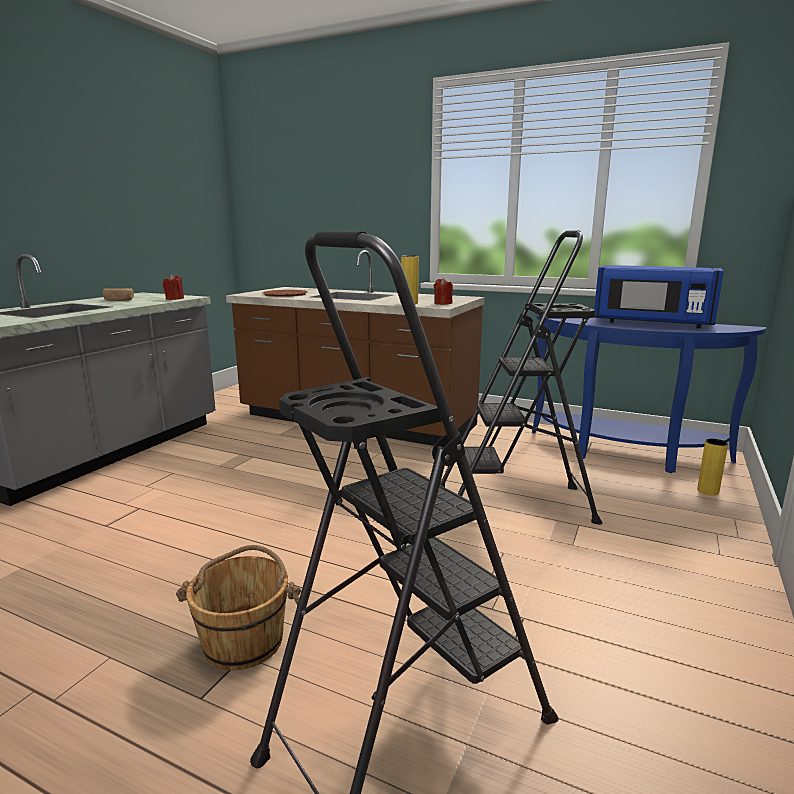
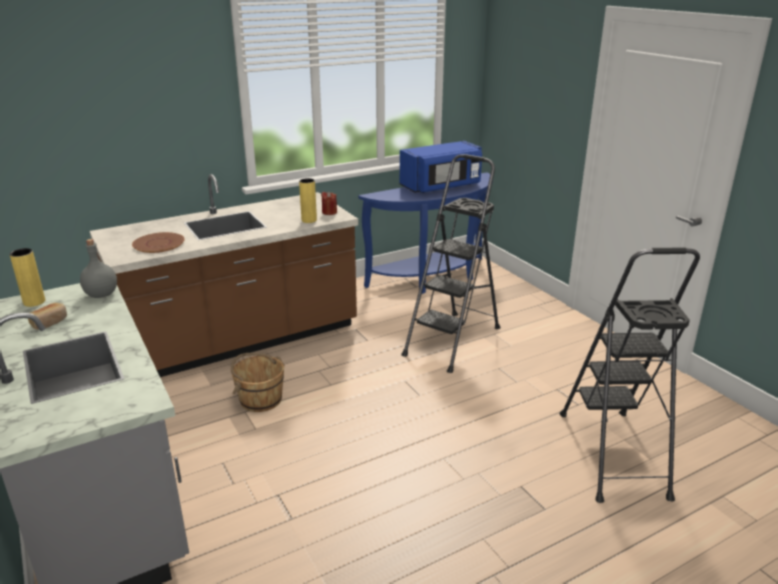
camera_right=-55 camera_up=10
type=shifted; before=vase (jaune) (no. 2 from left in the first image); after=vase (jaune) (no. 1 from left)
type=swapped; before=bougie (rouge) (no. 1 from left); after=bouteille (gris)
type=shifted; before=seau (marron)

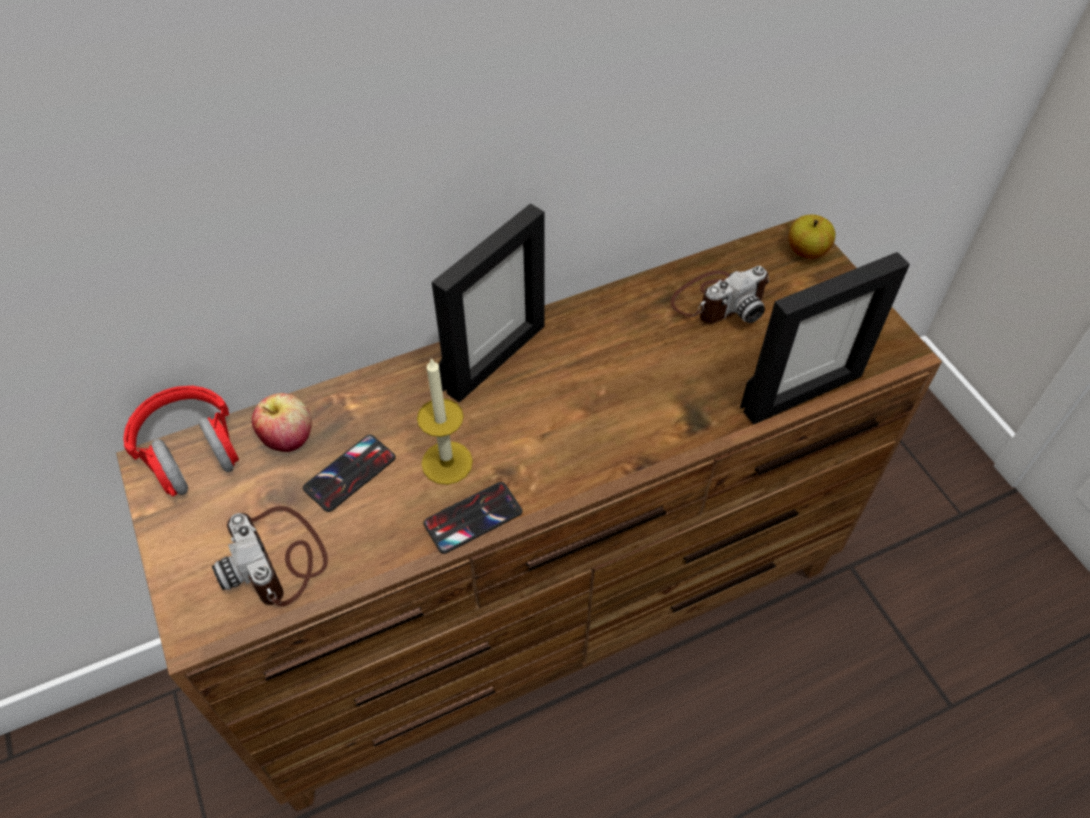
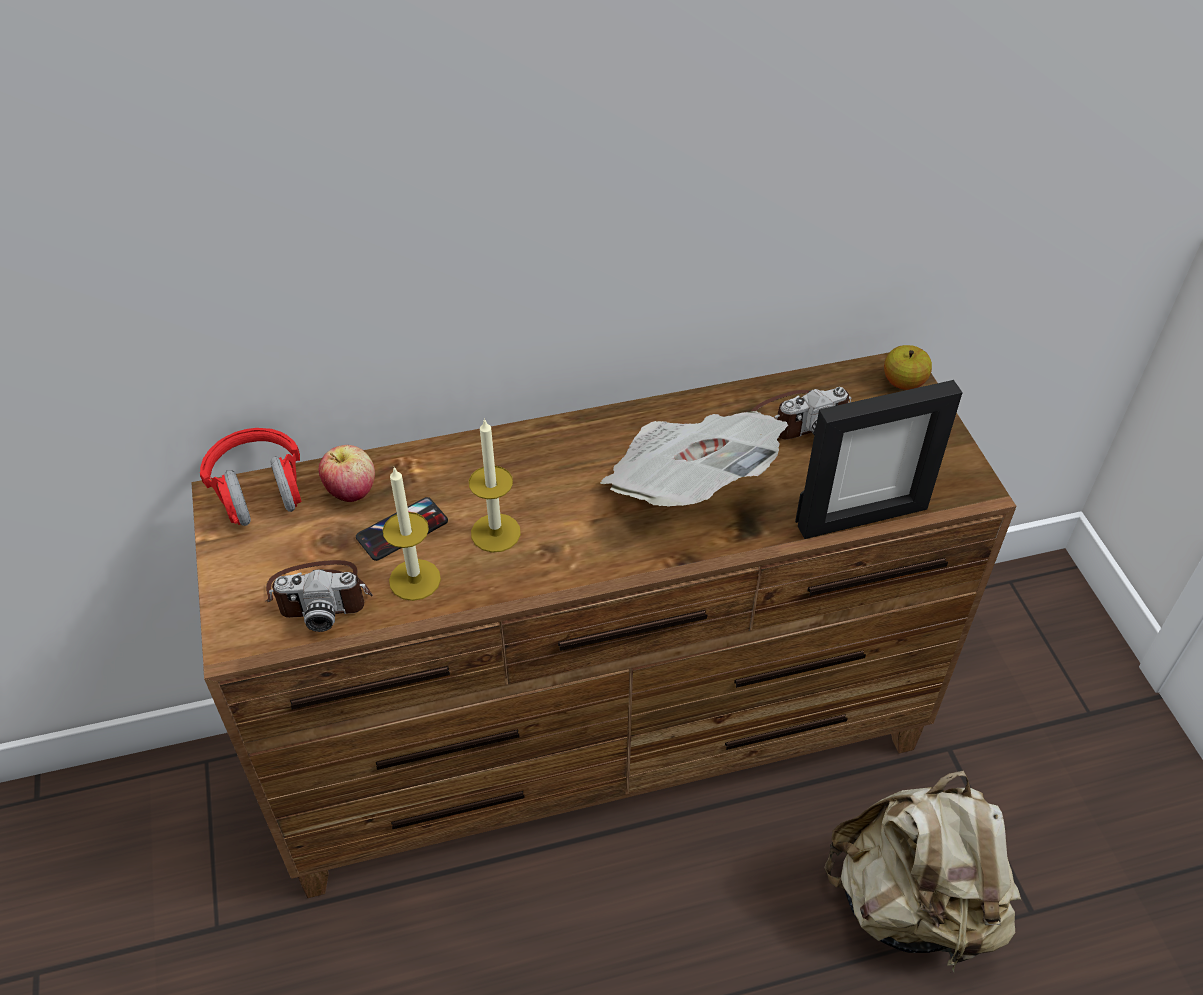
camera_right=10 camera_up=-5
type=rotated; before=appareil photo (no. 1 from left); turn=-75
type=new; after=bougie (no. 1 from left)
type=new; after=journal
type=new; after=sac à dos (beige)
type=gone; before=téléphone (no. 2 from left)
type=gone; before=cadre photo (no. 1 from left)

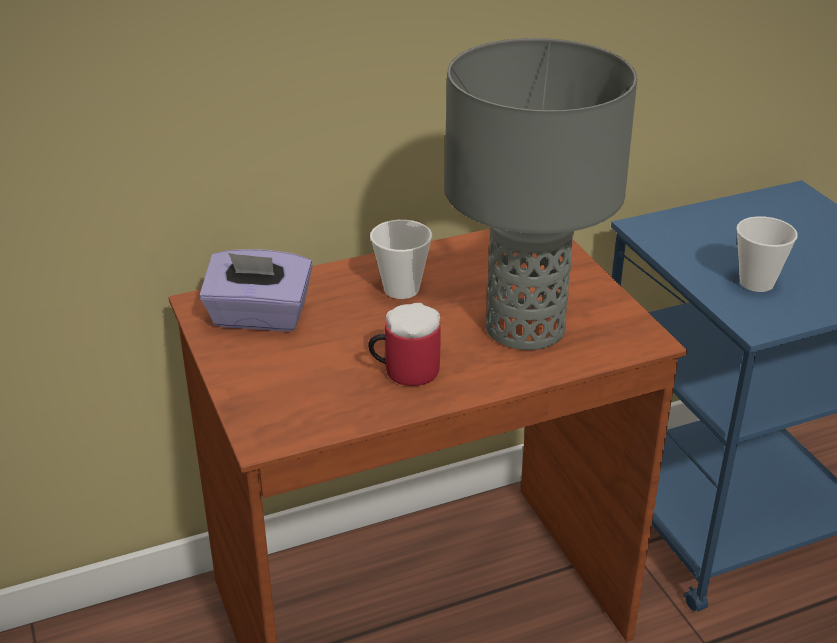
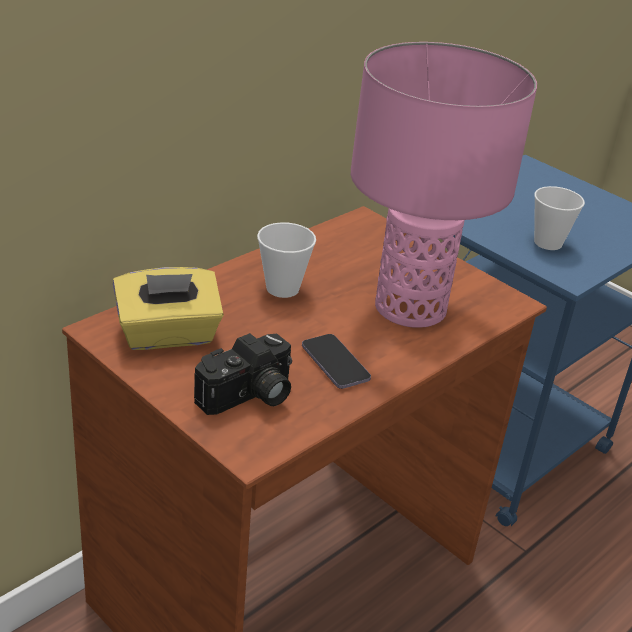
camera_right=-25 camera_up=0
type=repainted; before=boîte à mouchoirs (violet); after=boîte à mouchoirs (jaune)
type=new; after=appareil photo
type=swapped; before=mug; after=téléphone
type=repainted; before=lampe de table (gris); after=lampe de table (rose)

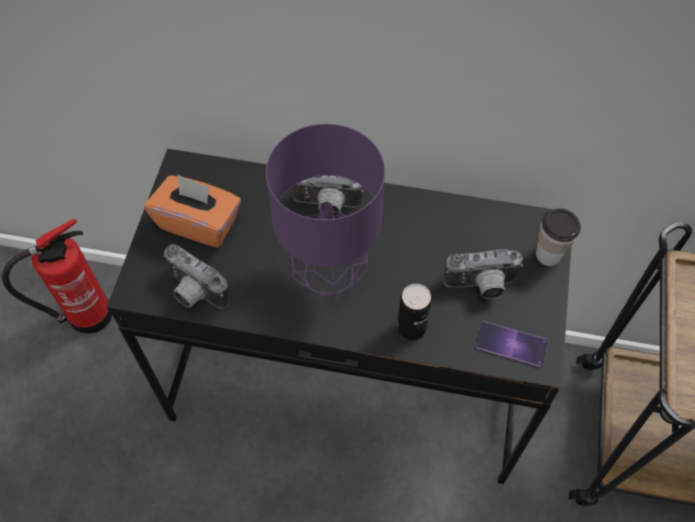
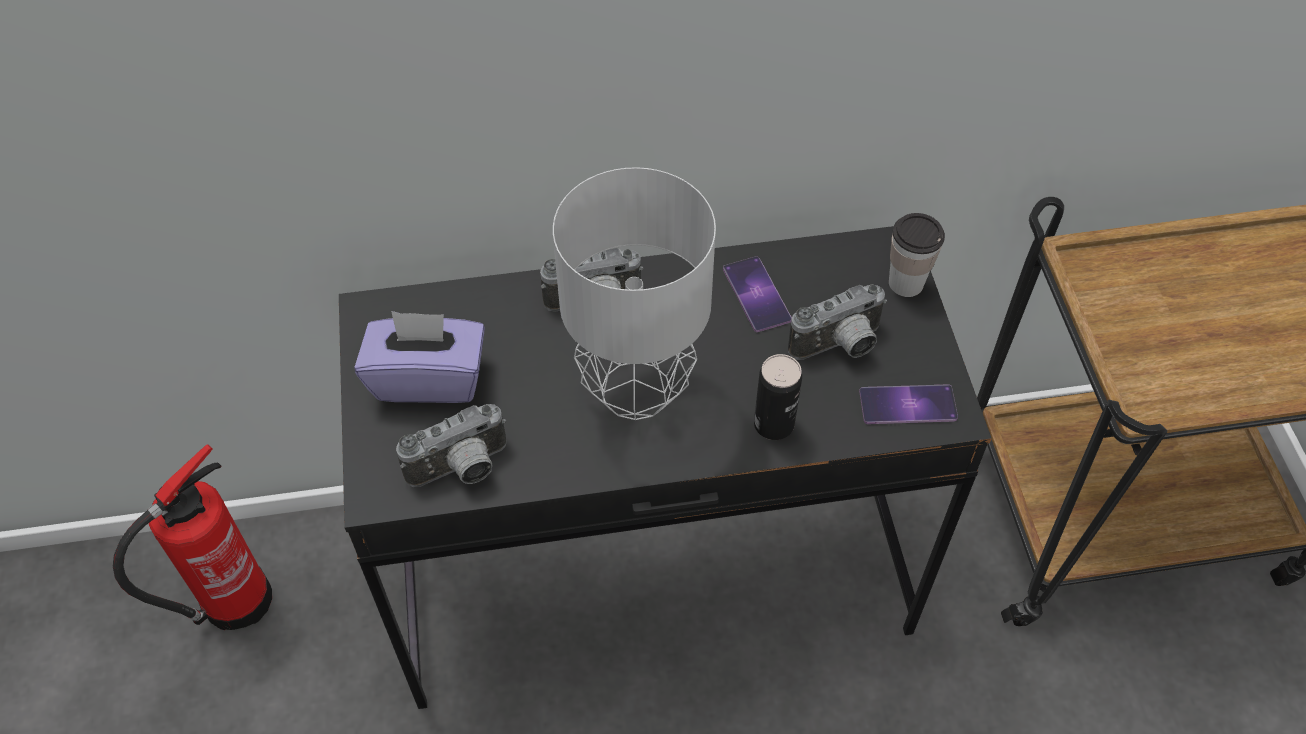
camera_right=-20 camera_up=-5
type=repainted; before=boîte à mouchoirs (orange); after=boîte à mouchoirs (violet)
type=rotated; before=appareil photo (no. 1 from left); turn=-45
type=repainted; before=lampe de table (violet); after=lampe de table (gris)
type=new; after=téléphone (no. 1 from left)

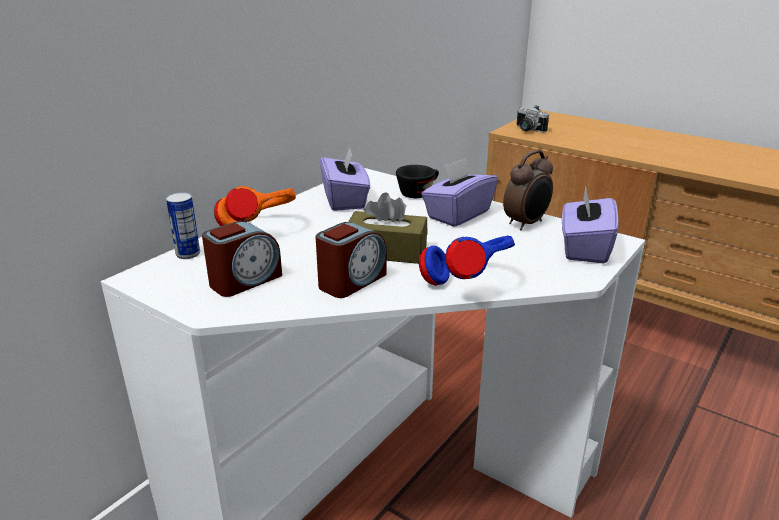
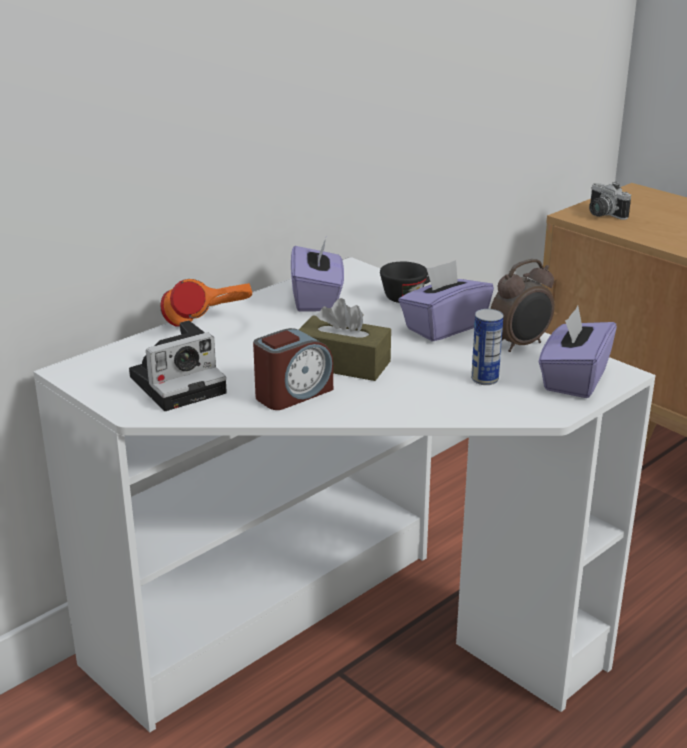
camera_right=10 camera_up=0
type=swapped; before=réveil (no. 1 from left); after=appareil photo (no. 1 from left)
type=shifted; before=boîte métallique
type=gone; before=casque audio (bleu)

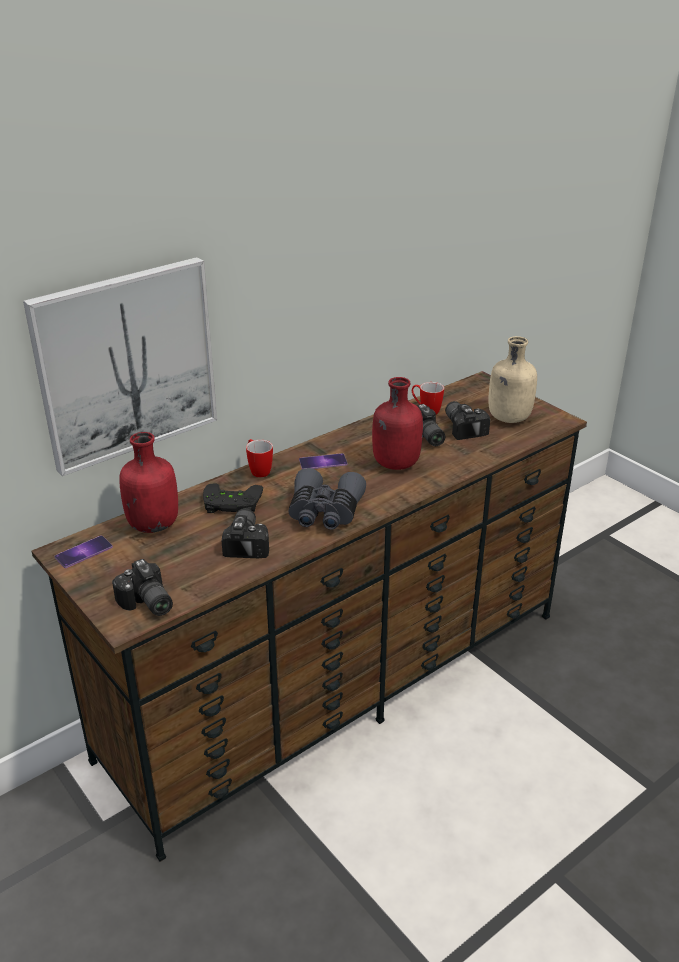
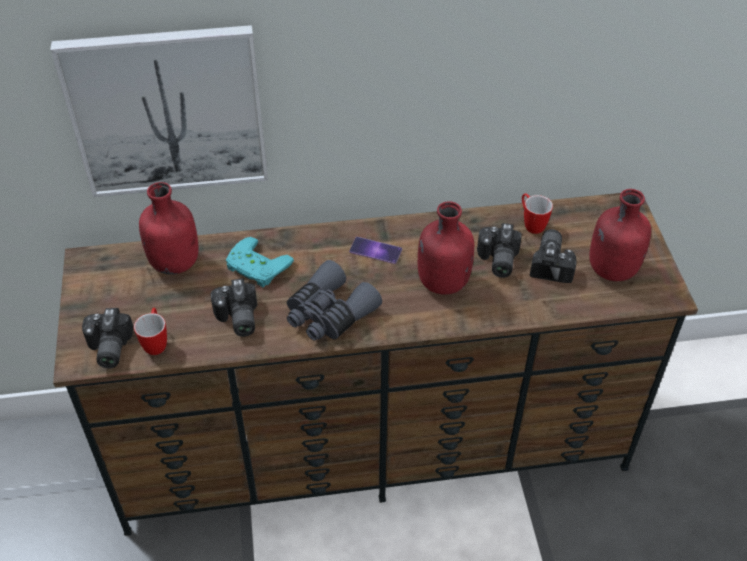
camera_right=30 camera_up=15
type=shifted; before=mug (no. 1 from left)
type=rotated; before=appareil photo (no. 2 from left); turn=135
type=repainted; before=manette (noir); after=manette (turquoise)
type=repainted; before=bouteille (beige); after=bouteille (rouge) (no. 3 from left)
type=gone; before=téléphone (no. 1 from left)

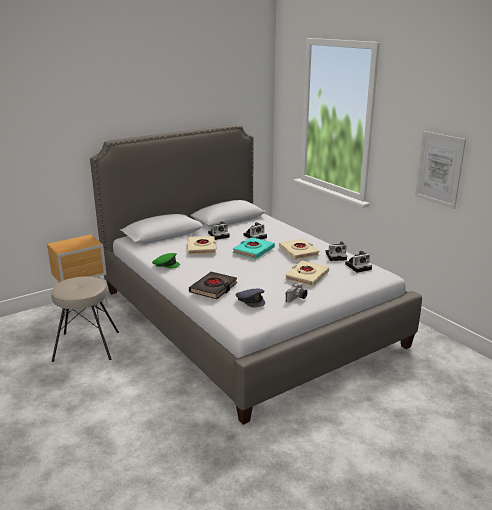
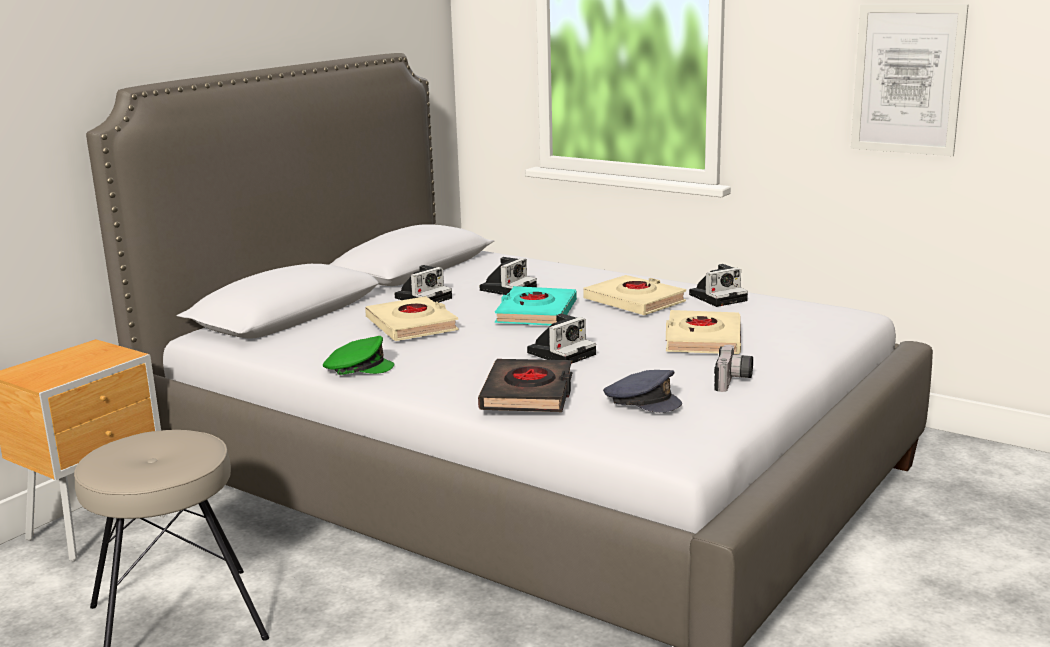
camera_right=-20 camera_up=-5
type=shifted; before=appareil photo (no. 5 from left in the first image); after=appareil photo (no. 3 from left)

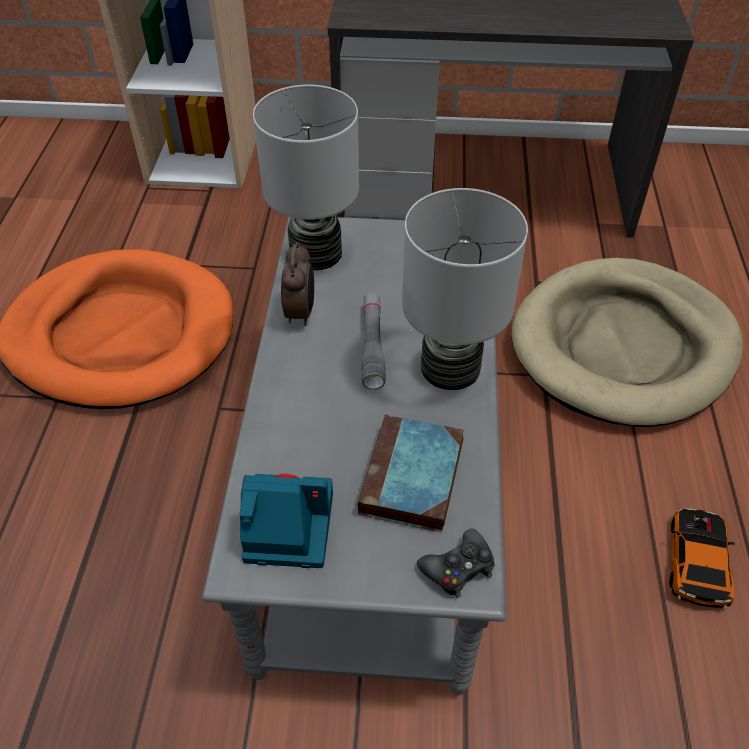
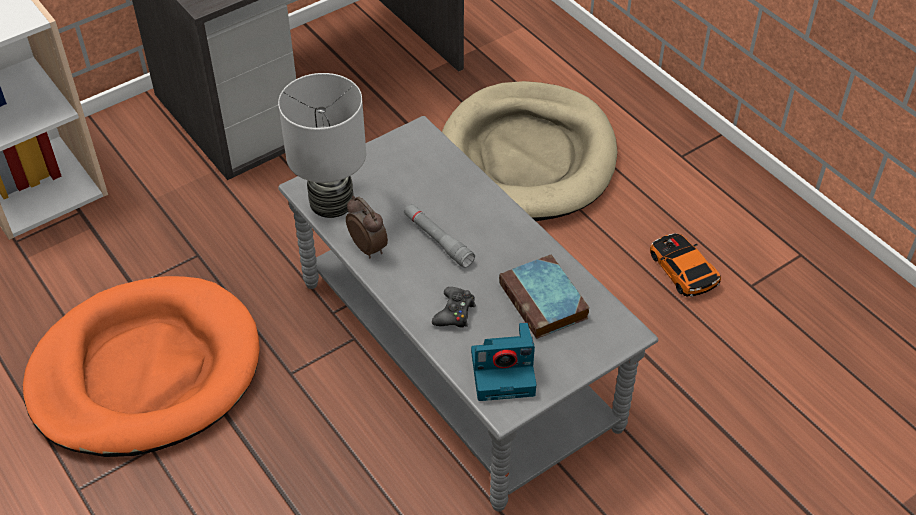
camera_right=-40 camera_up=0
type=shifted; before=manette (noir)
type=rotated; before=appareil photo; turn=-150
type=gone; before=lampe de table (gris) (no. 2 from left)

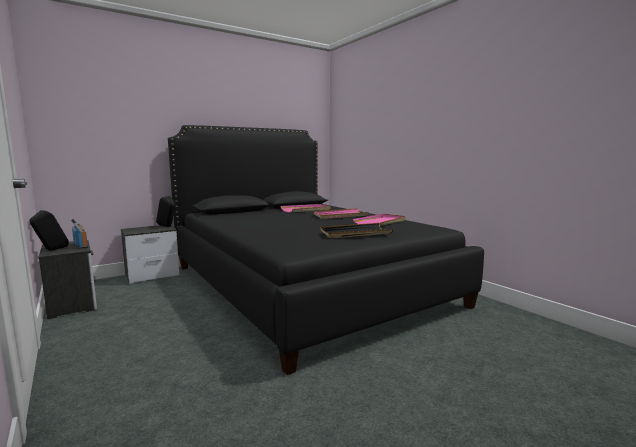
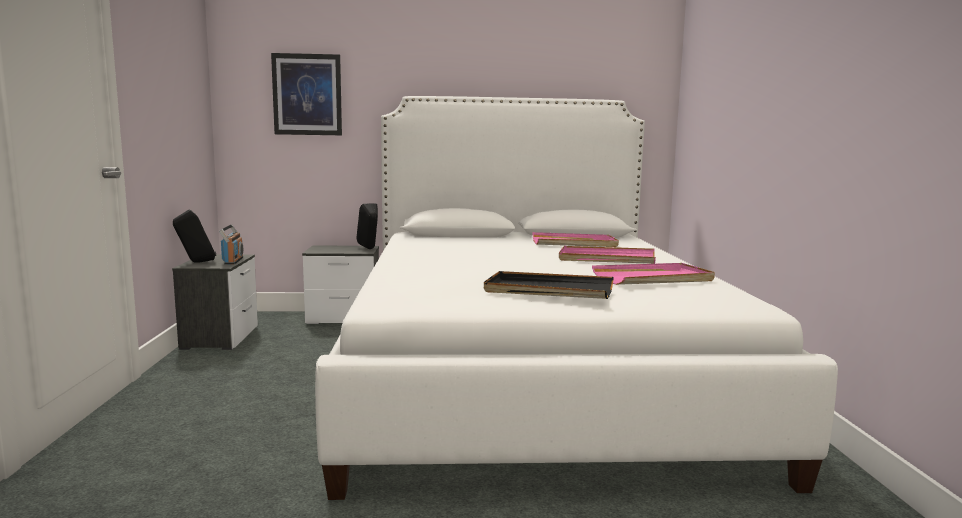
camera_right=30 camera_up=0
type=new; after=tableau
type=repainted; before=lit (noir); after=lit (blanc)

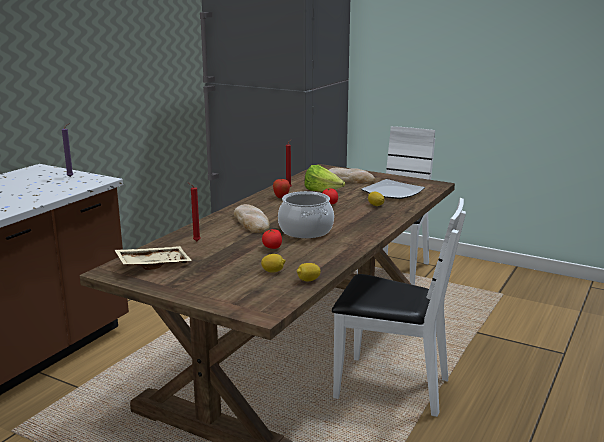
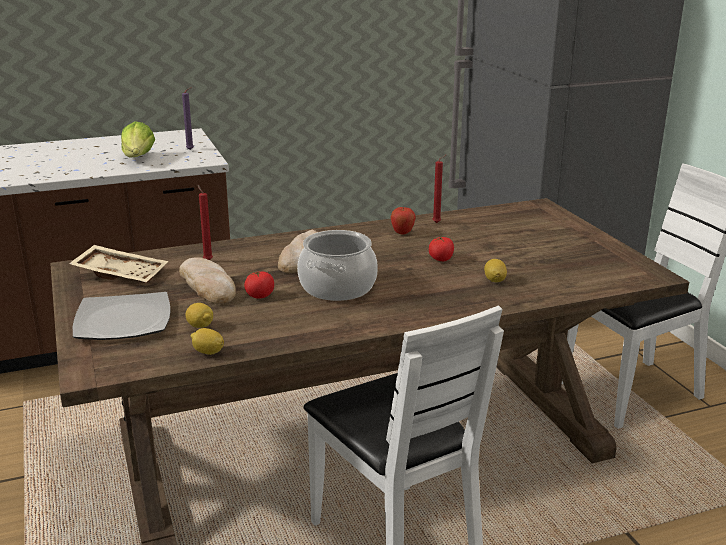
camera_right=40 camera_up=5
type=shifted; before=assiette
type=shifted; before=laitue
type=shifted; before=pain (no. 2 from left in the first image); after=pain (no. 1 from left)

